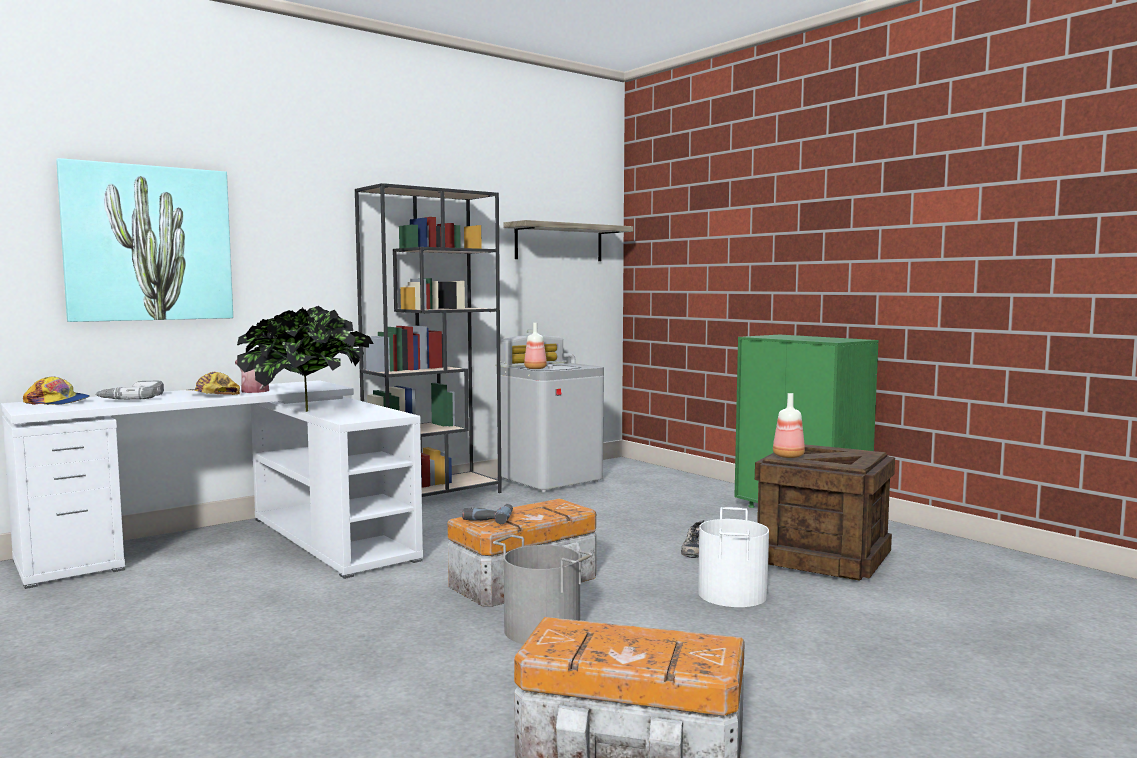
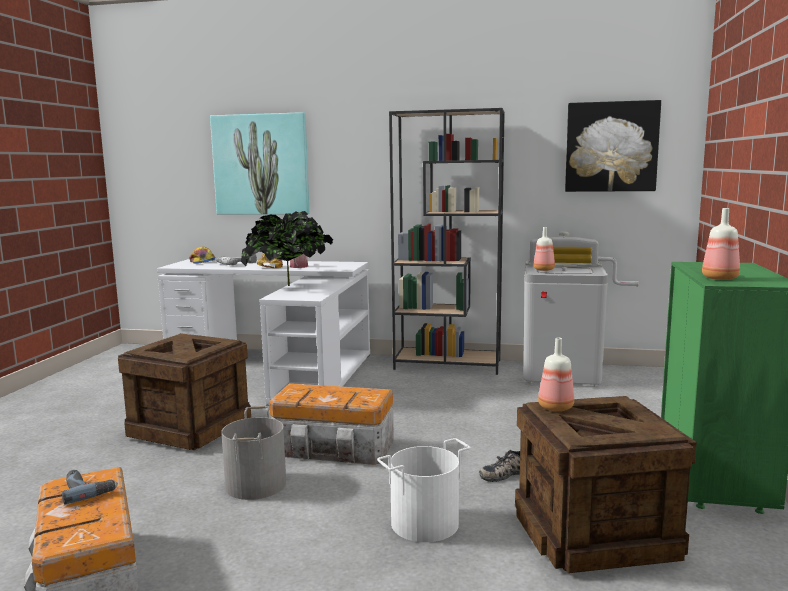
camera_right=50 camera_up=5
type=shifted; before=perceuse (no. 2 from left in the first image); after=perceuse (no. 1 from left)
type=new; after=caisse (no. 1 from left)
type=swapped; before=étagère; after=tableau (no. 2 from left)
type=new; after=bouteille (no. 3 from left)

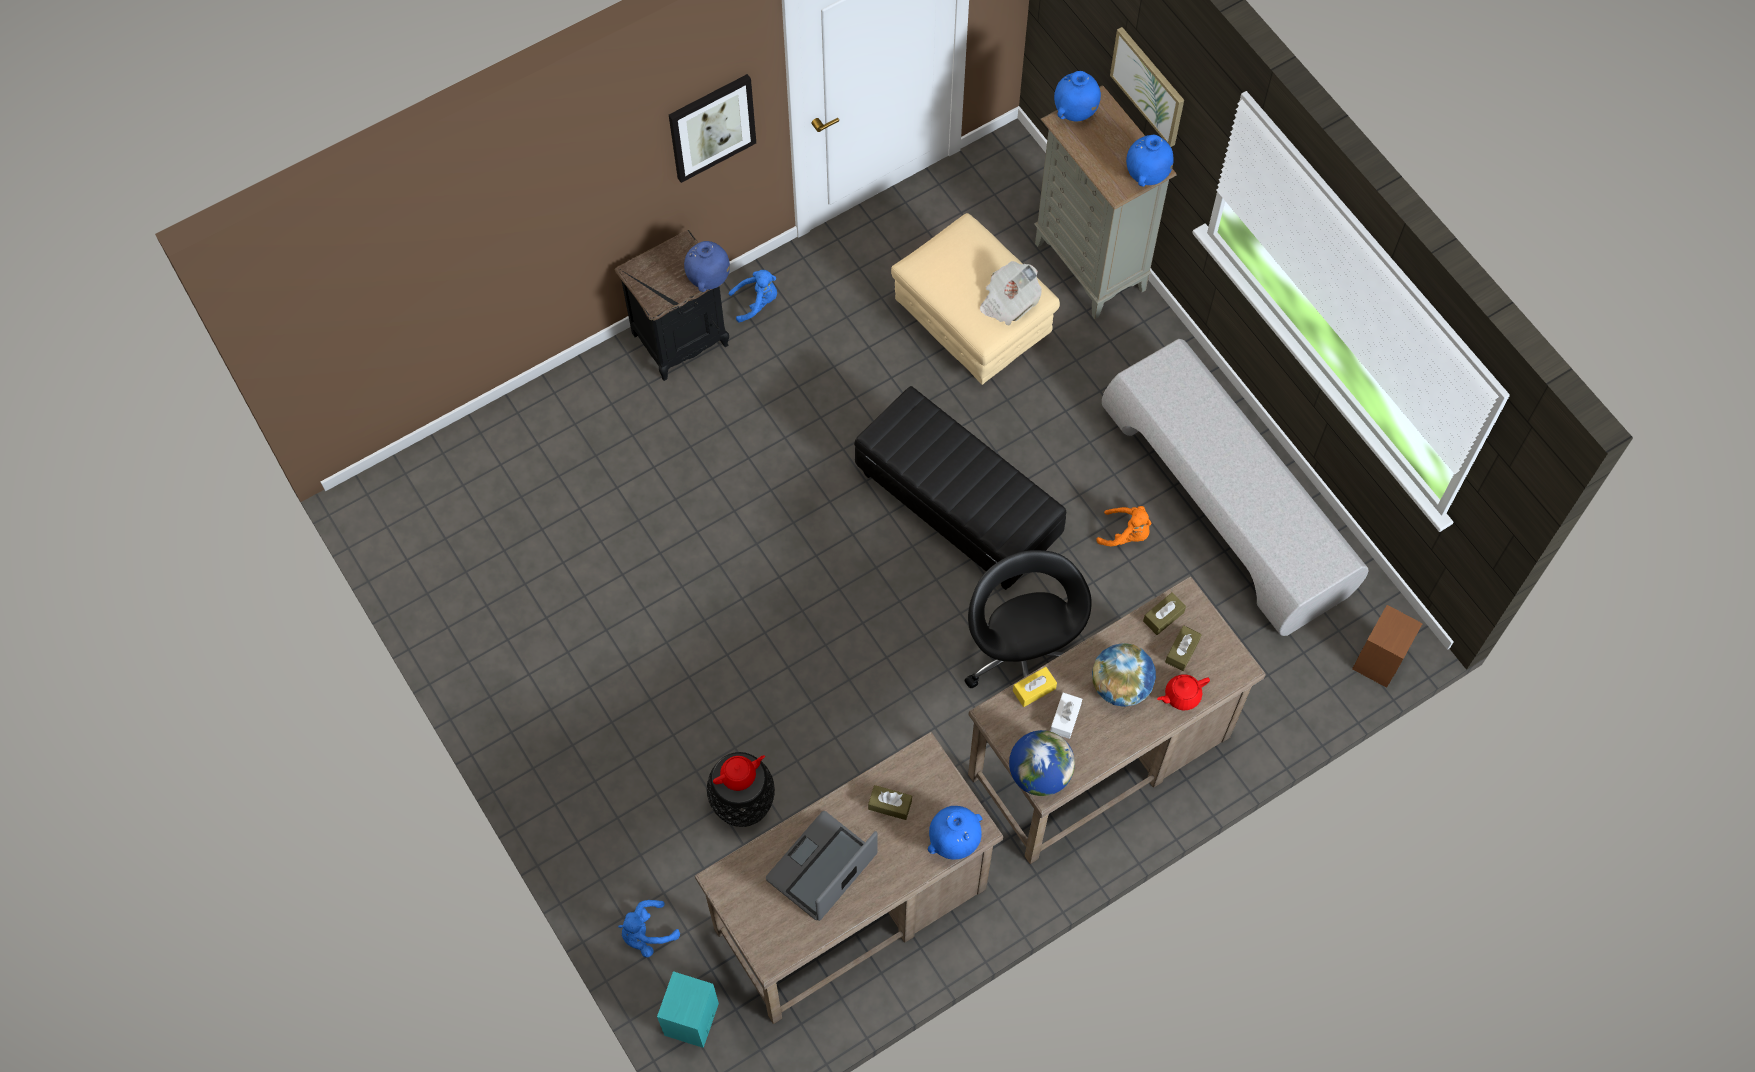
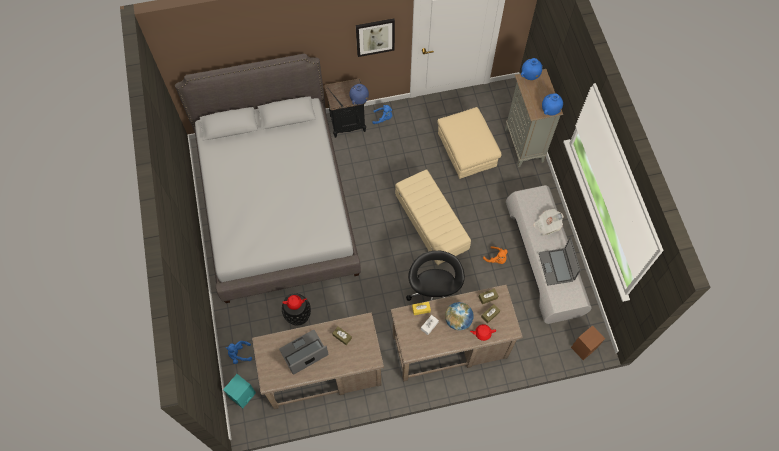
camera_right=20 camera_up=0
type=new; after=lit (gris)
type=repainted; before=pouf (noir); after=pouf (beige) (no. 1 from left)
type=shifted; before=journal
type=new; after=ordinateur portable (no. 2 from left)
type=gone; before=vase (bleu) (no. 2 from left)
type=gone; before=globe (no. 1 from left)
type=gone; before=tableau (no. 2 from left)

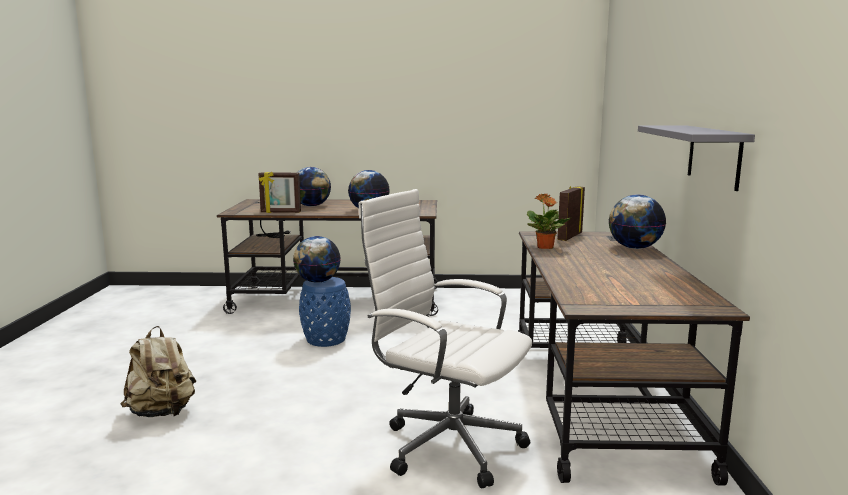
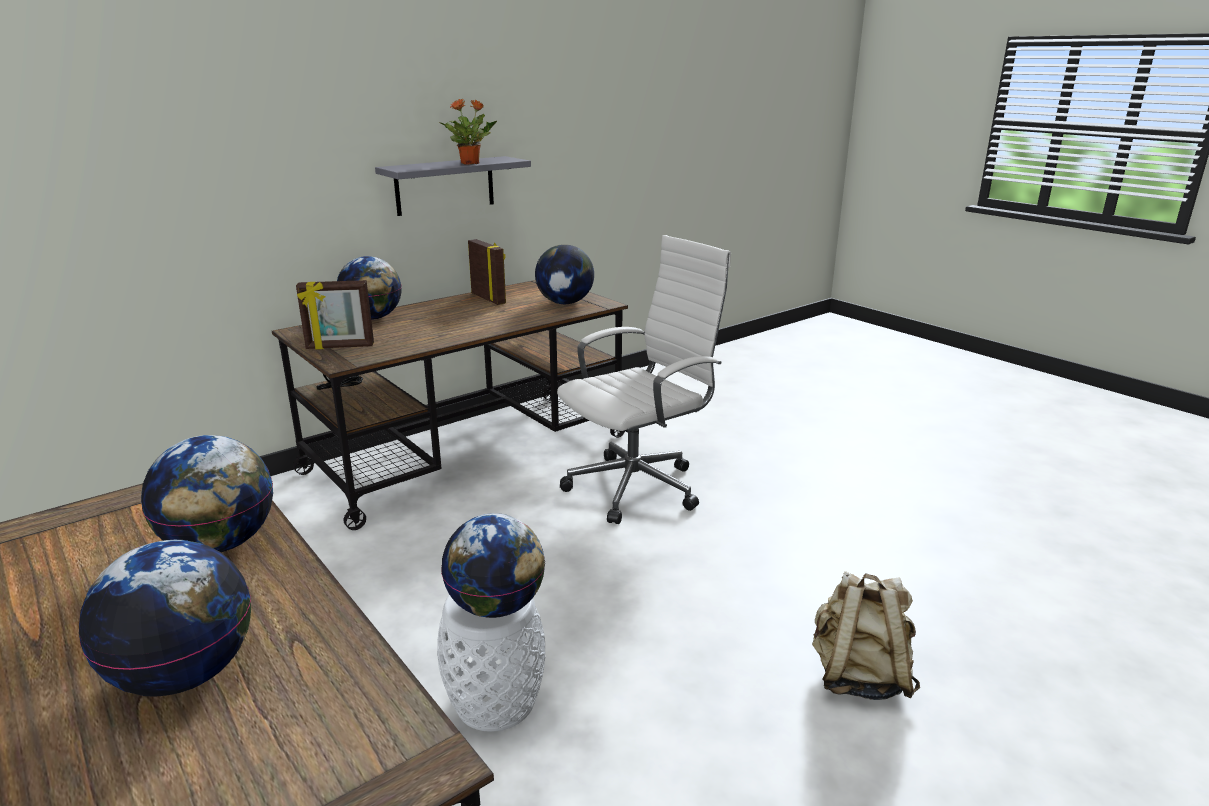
camera_right=-130 camera_up=10
type=repainted; before=tabouret (bleu); after=tabouret (blanc)
type=shifted; before=plante en pot
type=shifted; before=cadre photo (no. 1 from left in the first image); after=cadre photo (no. 2 from left)
type=new; after=globe (no. 5 from left)
type=rotated; before=chaise de bureau (blanc); turn=-120

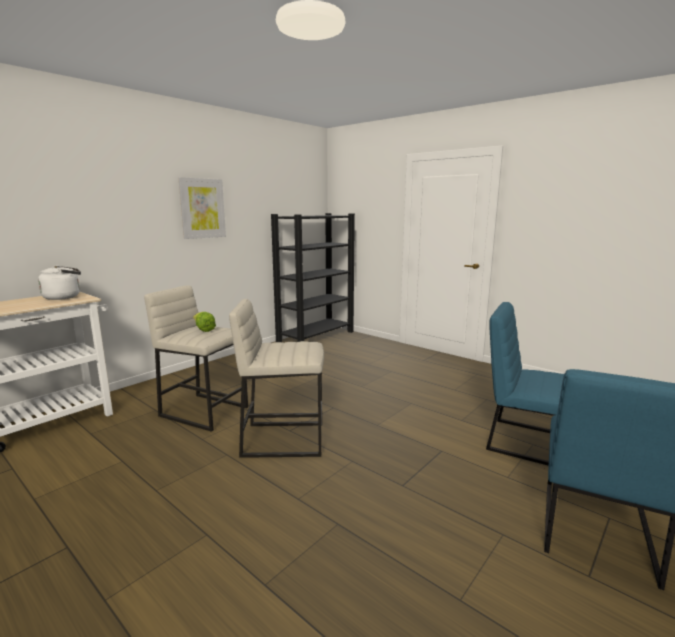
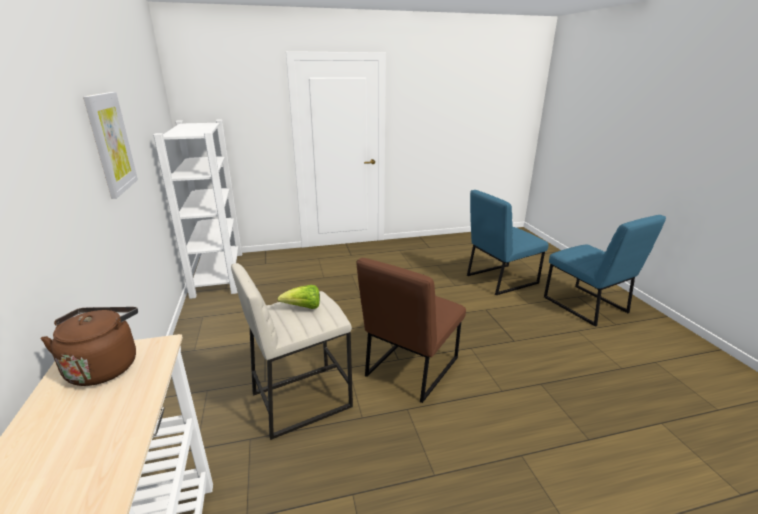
camera_right=-55 camera_up=10
type=repainted; before=bouilloire (blanc); after=bouilloire (marron)
type=repainted; before=bibliothèque (noir); after=bibliothèque (blanc)
type=swapped; before=tabouret (beige) (no. 2 from left); after=chaise (marron)

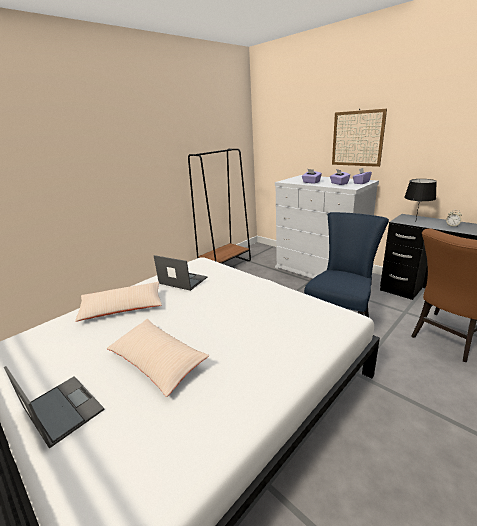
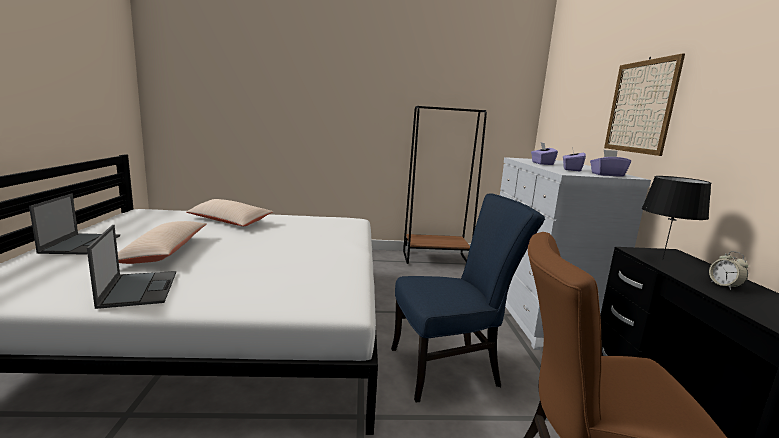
camera_right=40 camera_up=-10
type=shifted; before=ordinateur portable (no. 2 from left)

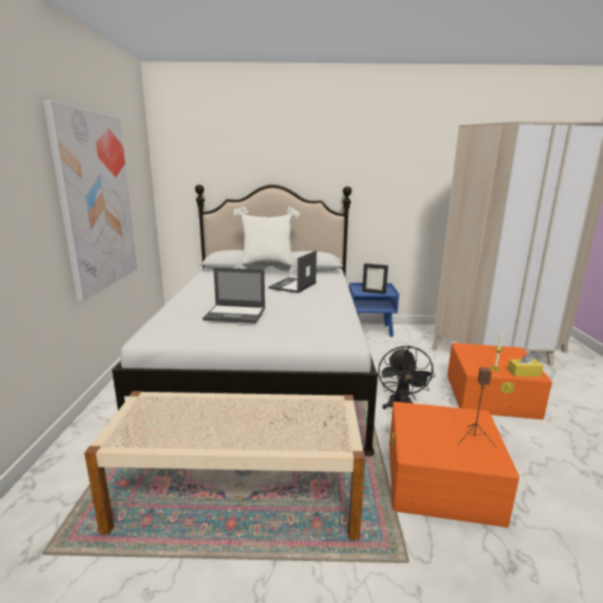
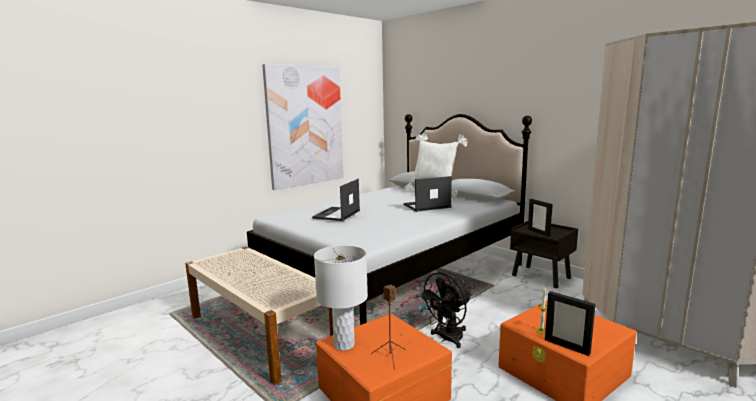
camera_right=45 camera_up=-5
type=rotated; before=ordinateur portable (no. 1 from left); turn=60
type=new; after=lampe de table (blanc)
type=repainted; before=table de chevet (bleu); after=table de chevet (marron)
type=swapped; before=boîte à mouchoirs (jaune); after=cadre photo (no. 2 from left)

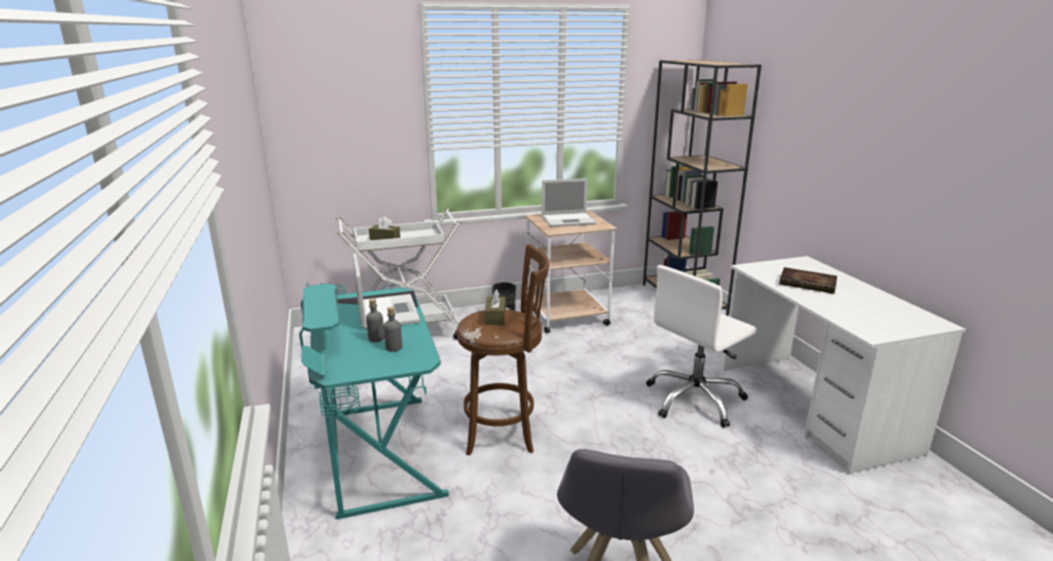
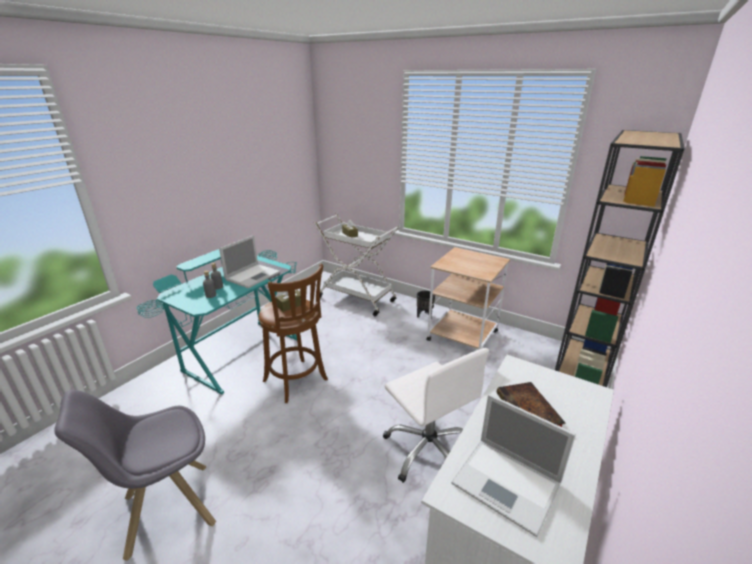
camera_right=50 camera_up=5
type=rotated; before=chaise de bureau (blanc); turn=-135
type=shifted; before=ordinateur portable (no. 2 from left)

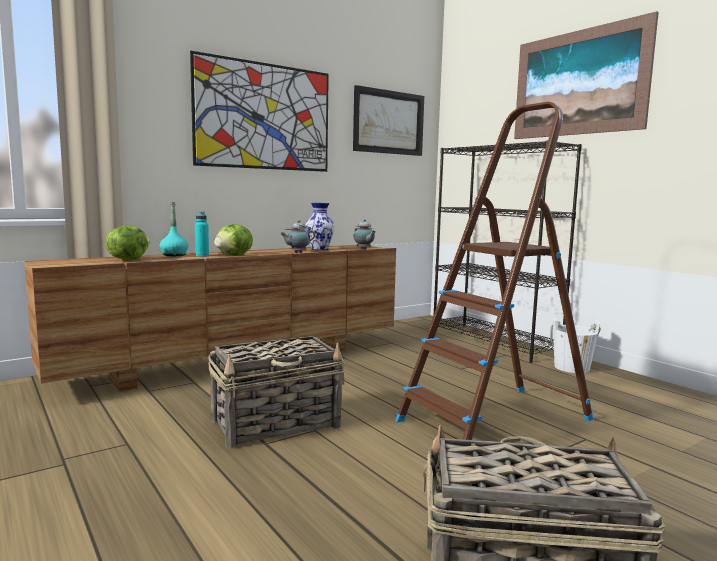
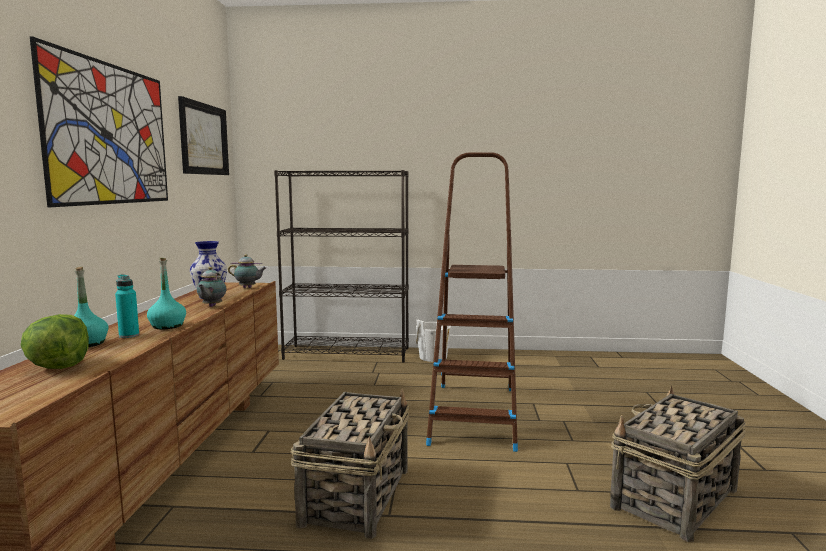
camera_right=-50 camera_up=0
type=swapped; before=laitue (no. 2 from left); after=bouteille (turquoise) (no. 3 from left)
type=gone; before=tableau (no. 3 from left)

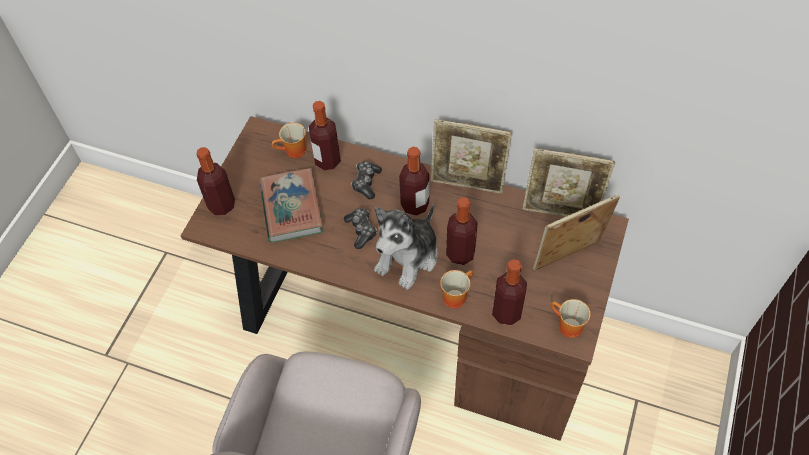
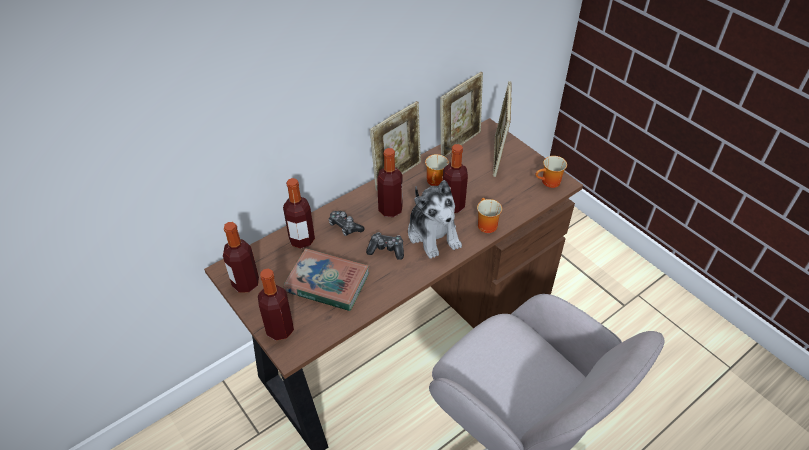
camera_right=-60 camera_up=-10
type=shifted; before=bouteille (no. 5 from left in the first image); after=bouteille (no. 1 from left)
type=shifted; before=mug (no. 1 from left)

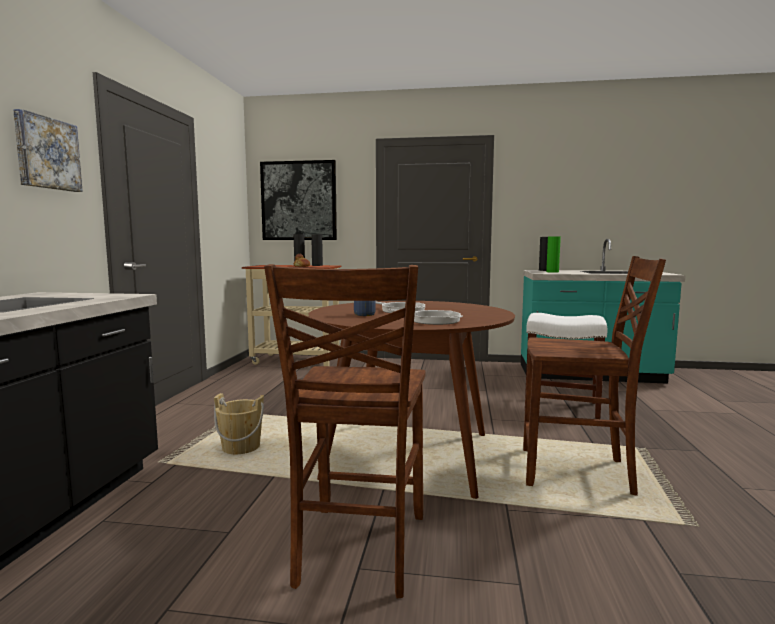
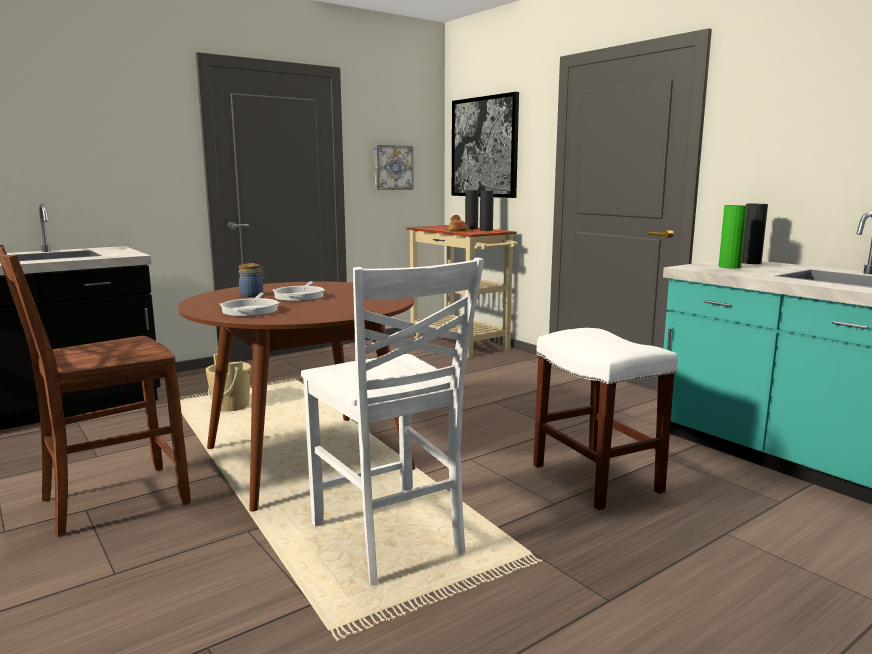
camera_right=45 camera_up=5
type=repainted; before=chaise (marron) (no. 2 from left); after=chaise (blanc)
type=shifted; before=tableau (no. 1 from left)

